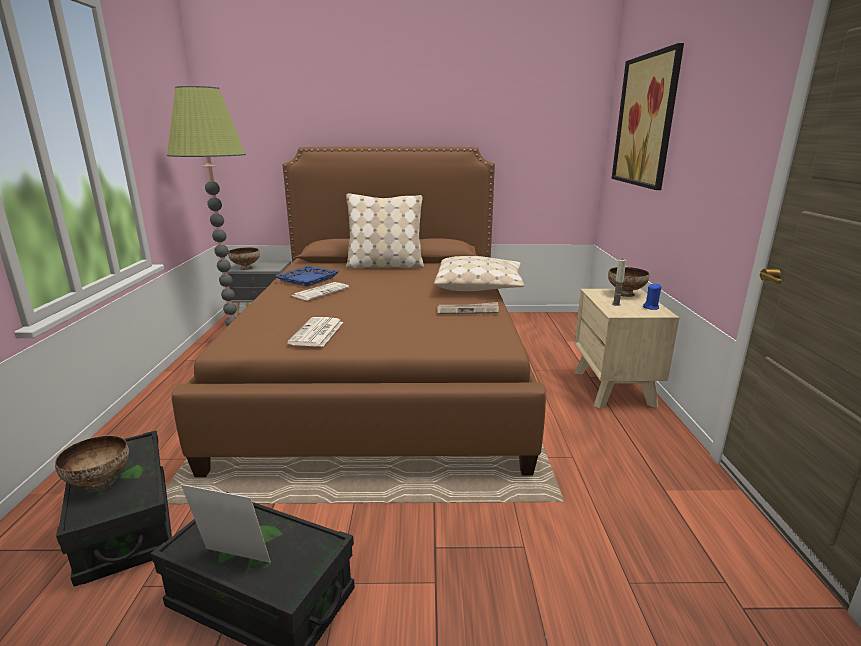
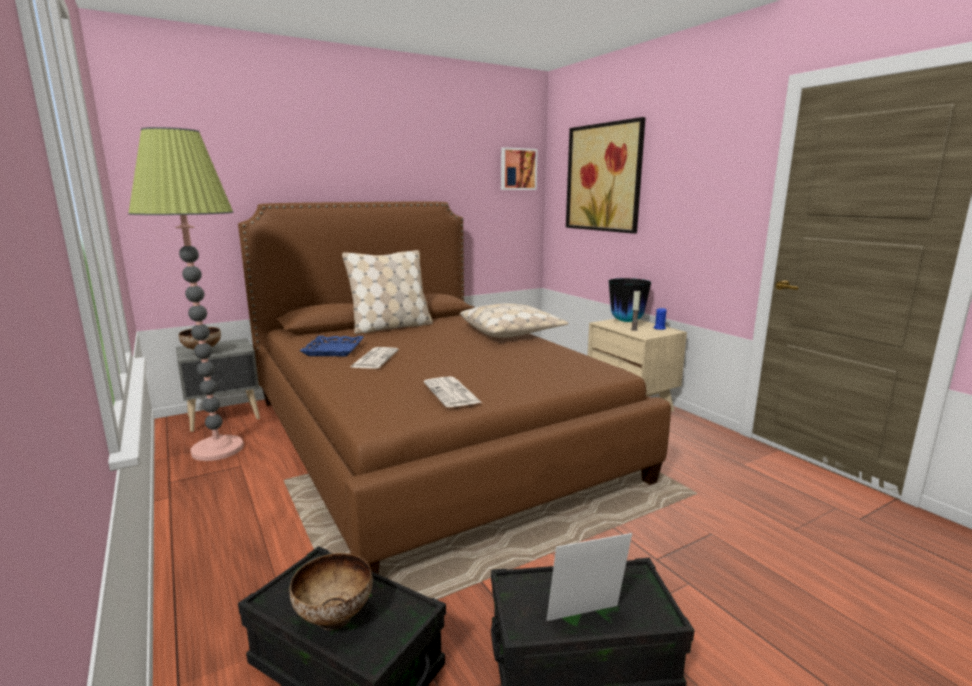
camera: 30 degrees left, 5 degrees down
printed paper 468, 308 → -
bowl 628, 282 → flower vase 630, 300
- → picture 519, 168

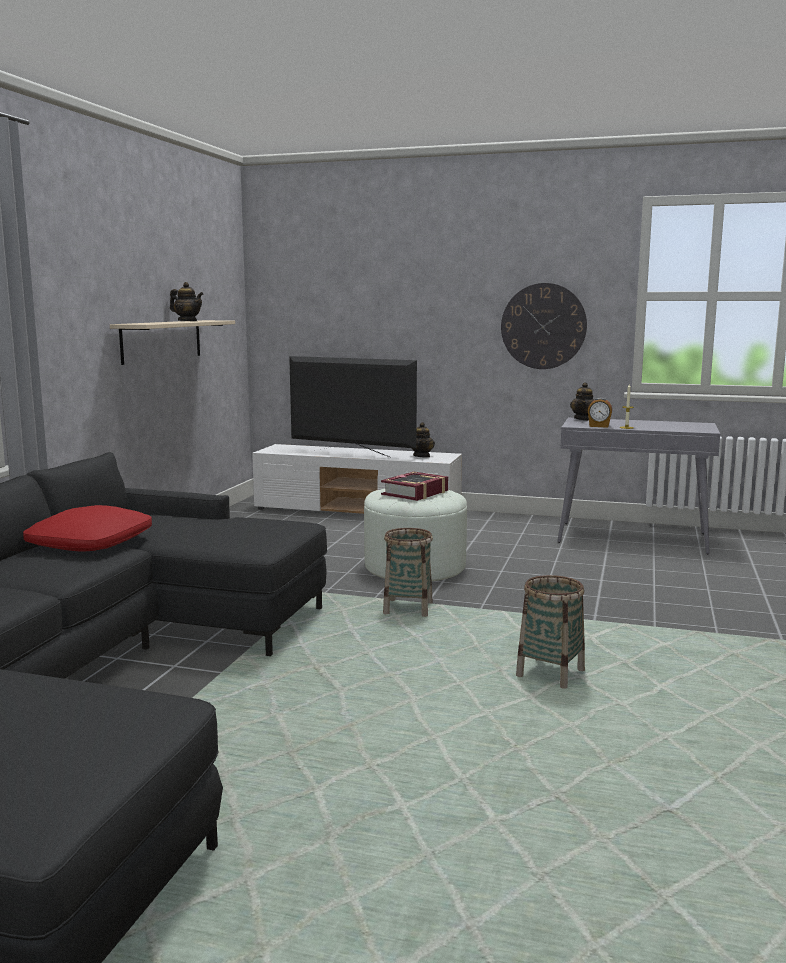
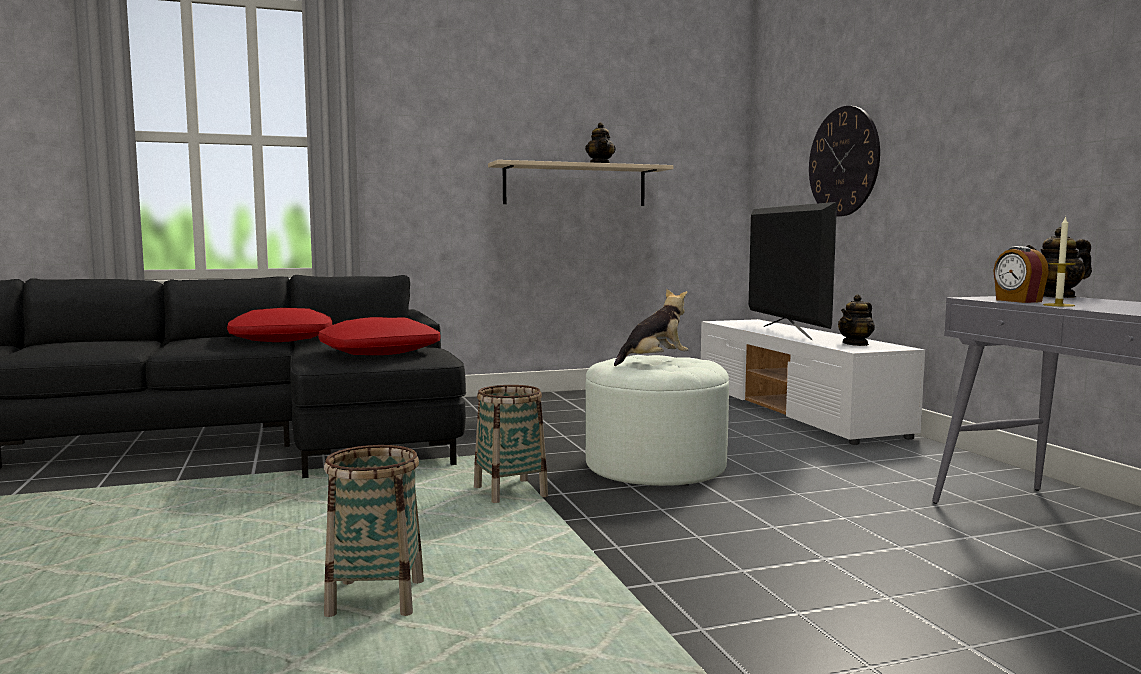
camera: 55 degrees right, 5 degrees down
bound book 414, 486 → plush toy 651, 327
hanging clock 544, 326 → hanging clock 844, 161, move
- → red cushion 379, 336

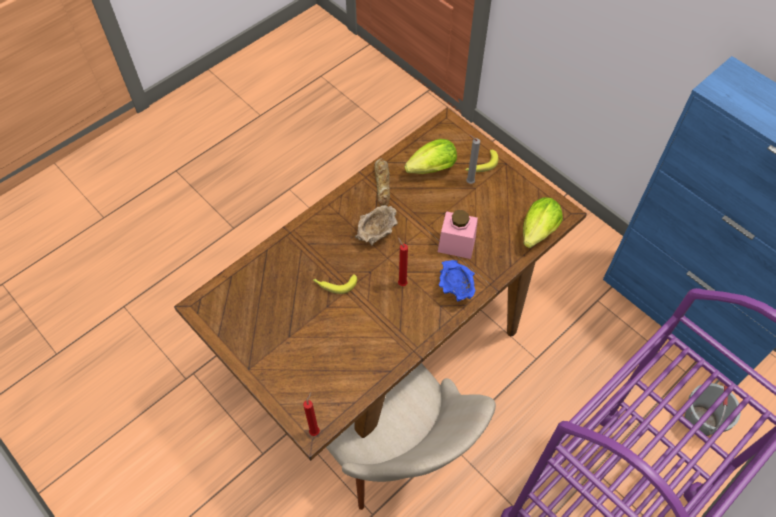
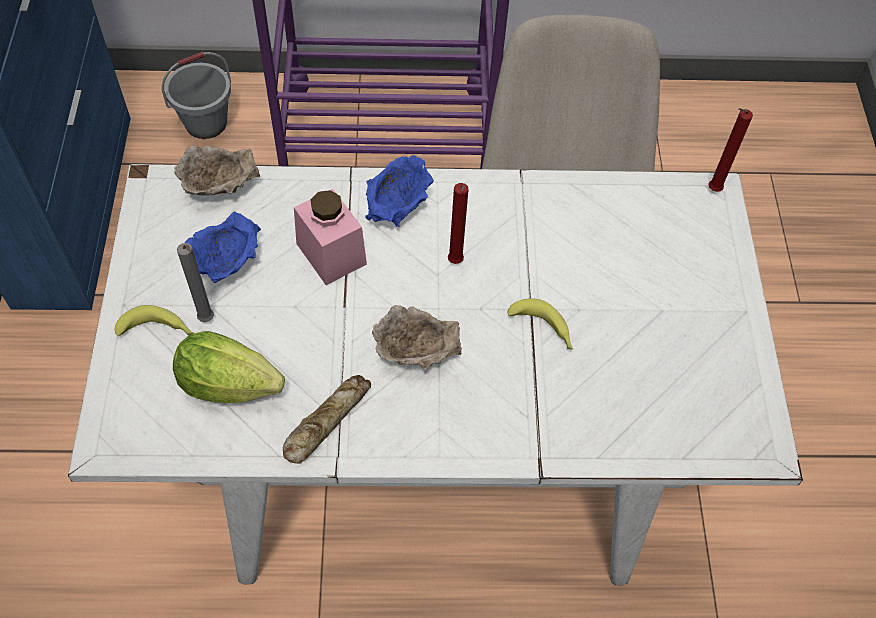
camera: 140 degrees left, 0 degrees up
brown dining table 380, 284 → white dining table 435, 375
lettuce head 543, 222 → beige bowl 217, 170
- → bluish bowl 223, 247

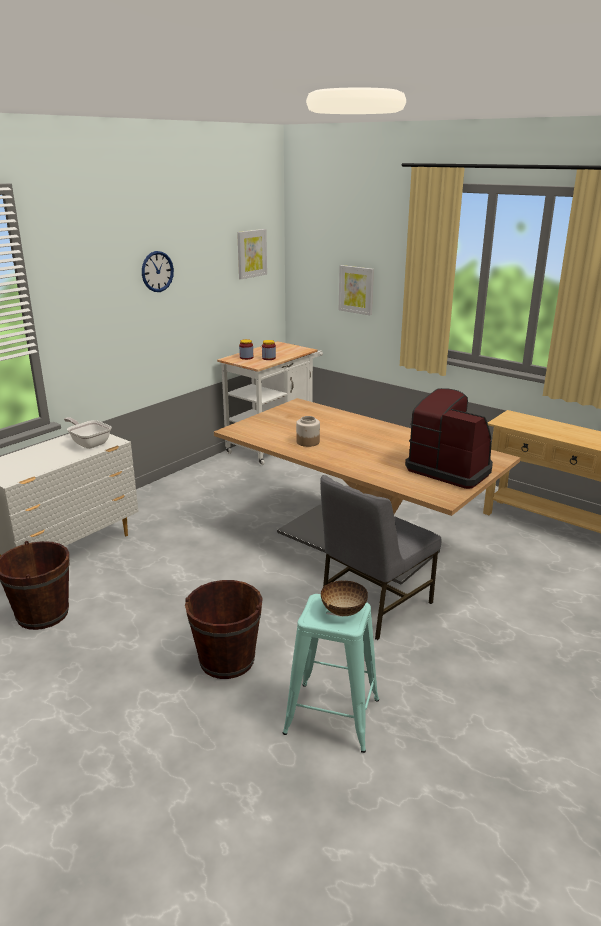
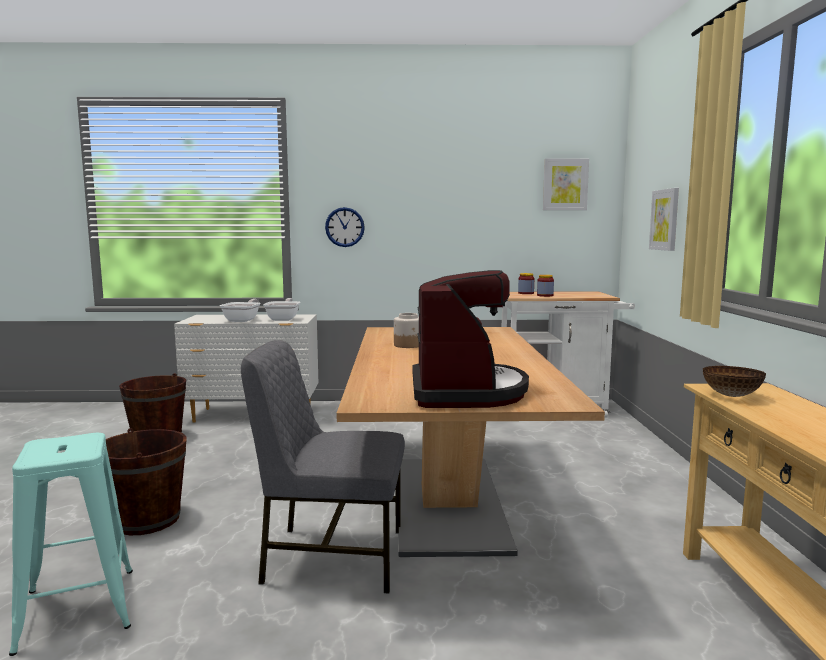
camera: 50 degrees right, 15 degrees down
hanging clock 158, 271 → hanging clock 345, 227, move
bowl 344, 598 → bowl 734, 381, move
- → skillet 240, 310

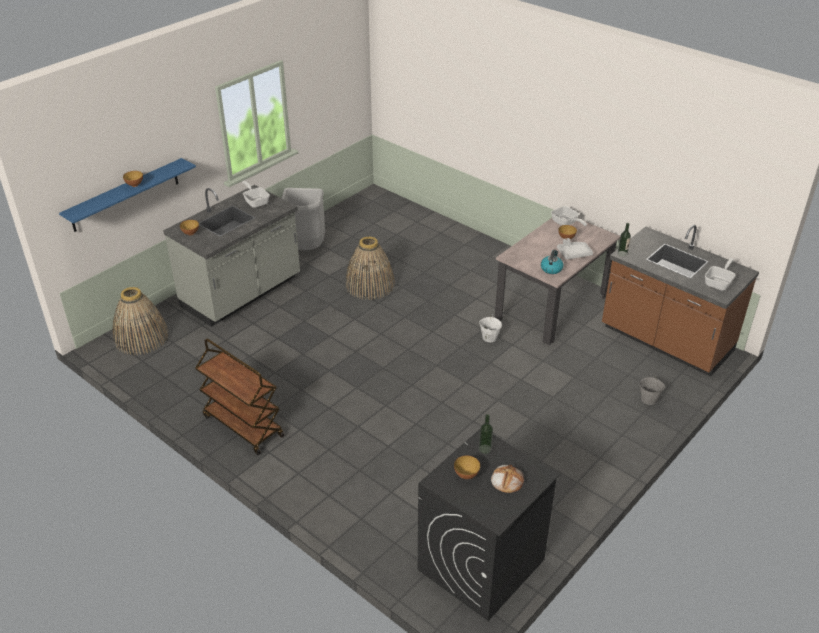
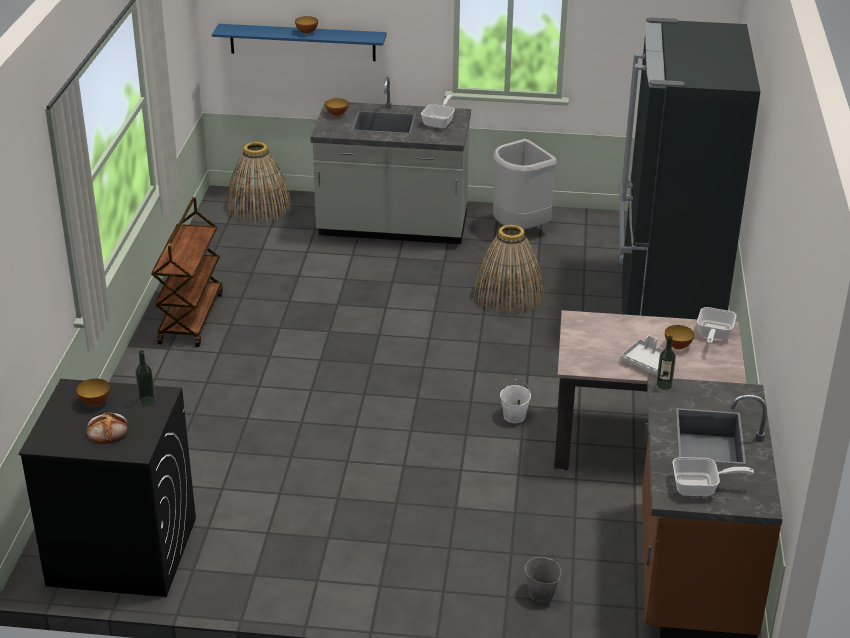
camera: 55 degrees right, 5 degrees down
tea kettle 552, 262 → -
- → black-coloured refrigerator 689, 168

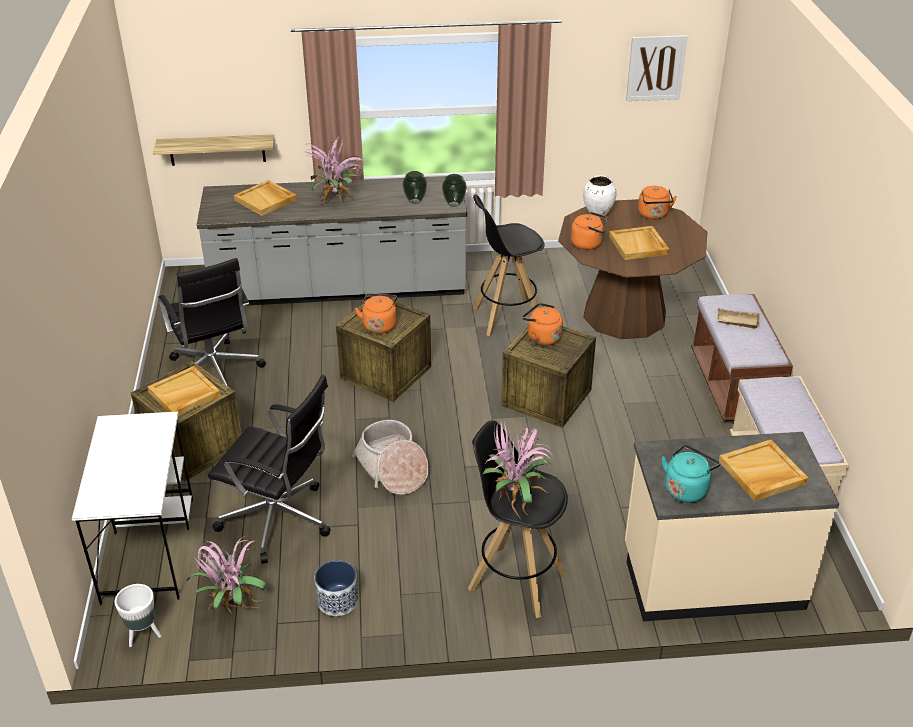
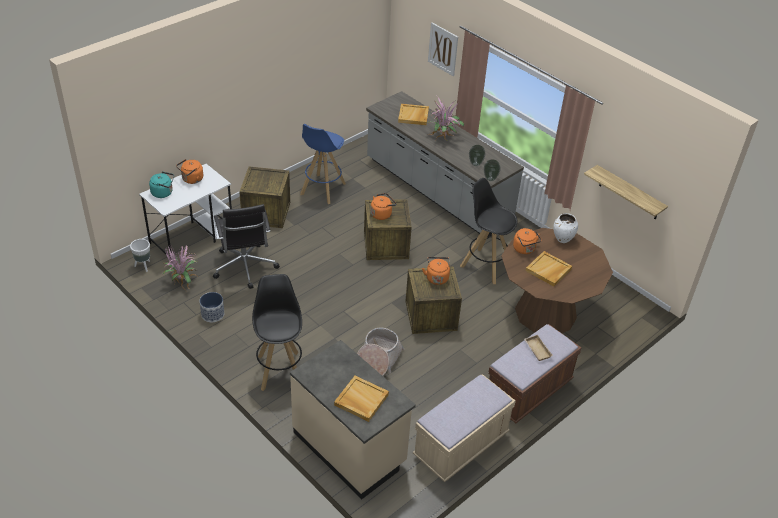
camera: 50 degrees right, 5 degrees up
beige tray 184, 391 → -
bracket shelf 213, 150 → bracket shelf 626, 192, move
black-coloured desk chair 212, 322 → bluish stool 323, 164
basket 390, 457 → basket 380, 352, move
plant in a pot 518, 471 → -
picture 657, 68 → picture 443, 49, move
orange tea kettle 657, 202 → orange tea kettle 189, 171, move
blue-green tea kettle 690, 474 → blue-green tea kettle 161, 184, move

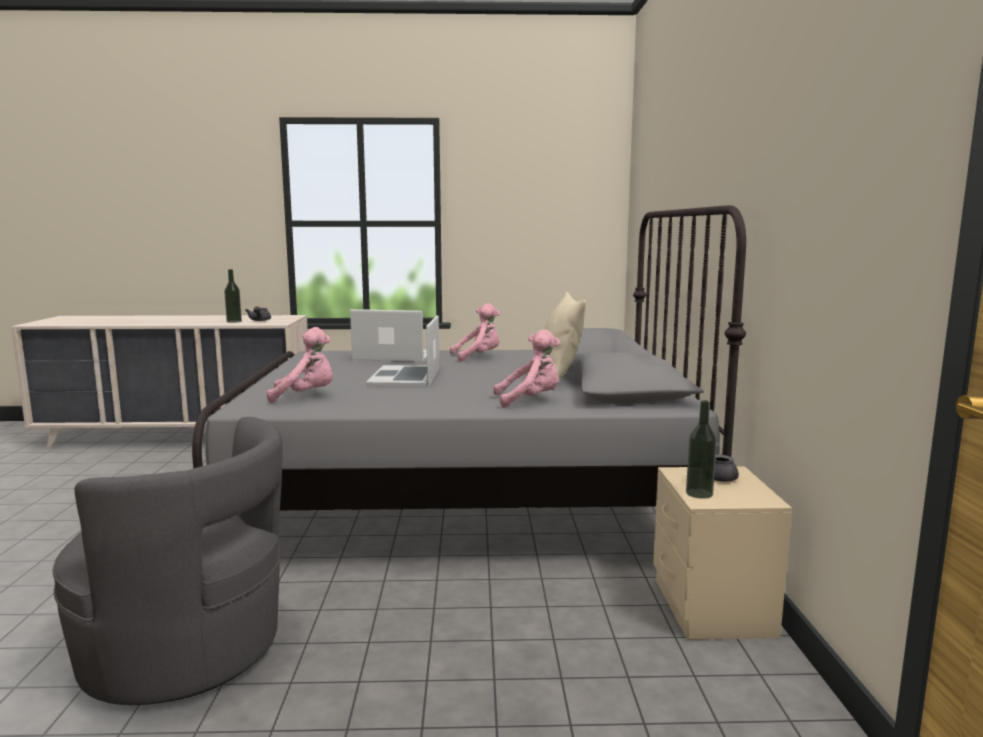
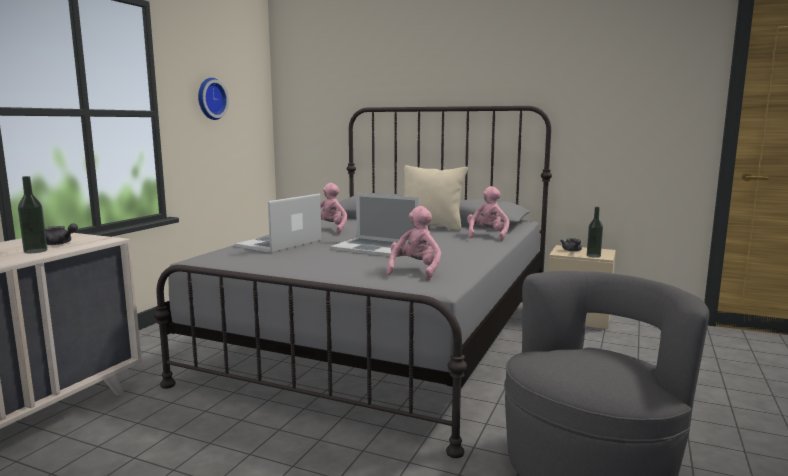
camera: 65 degrees left, 0 degrees up
- → hanging clock 213, 99

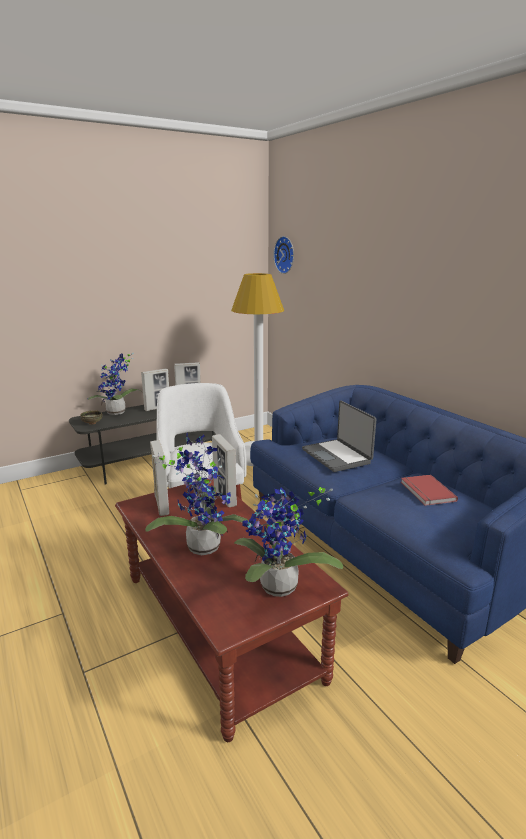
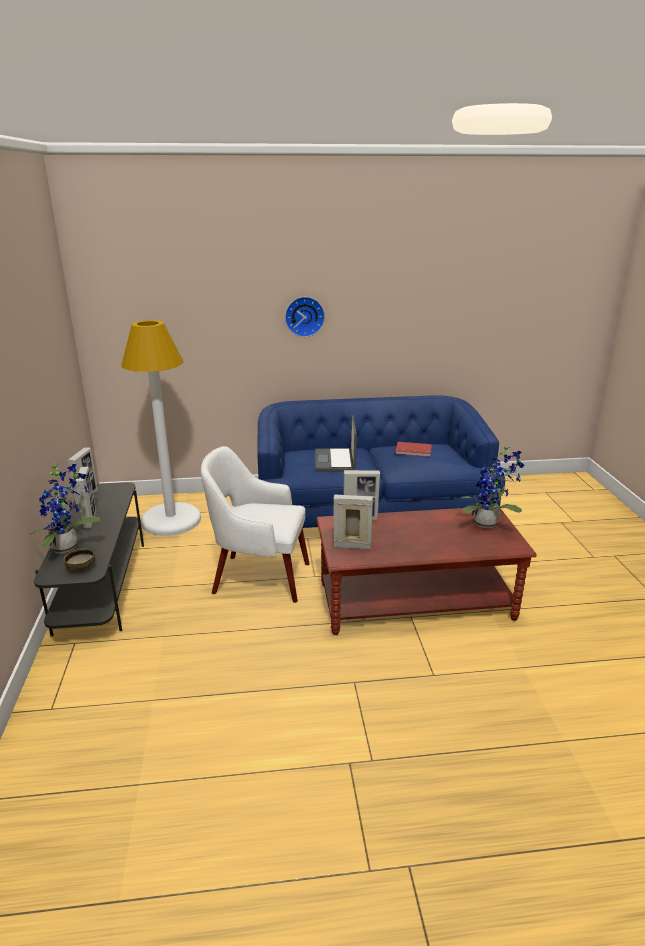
camera: 65 degrees left, 5 degrees up
plant in a pot 197, 494 → -
hanging clock 284, 255 → hanging clock 305, 317, move
laptop 339, 436 → laptop 336, 443, 90 degrees clockwise

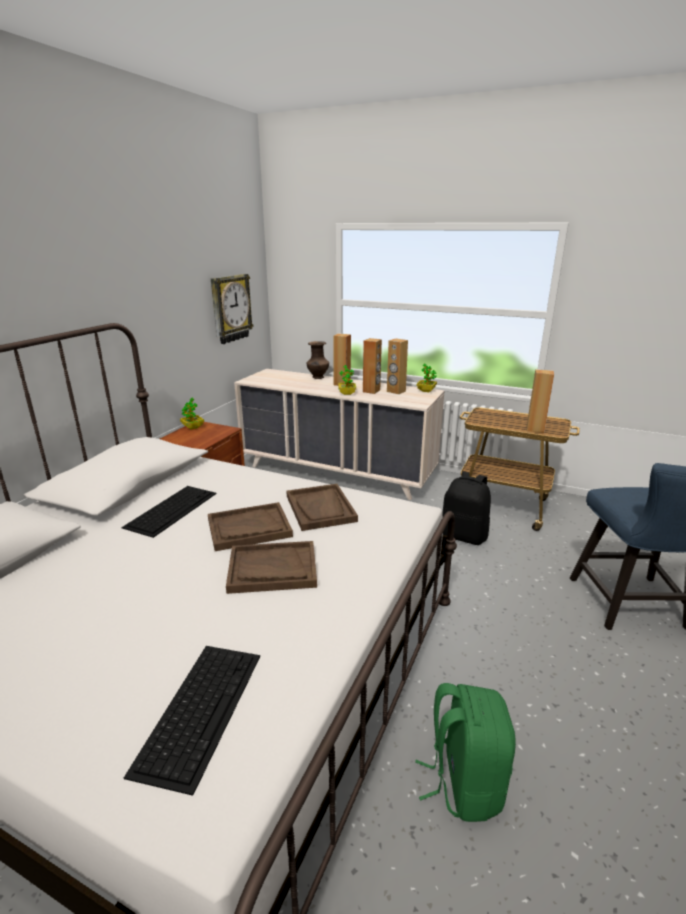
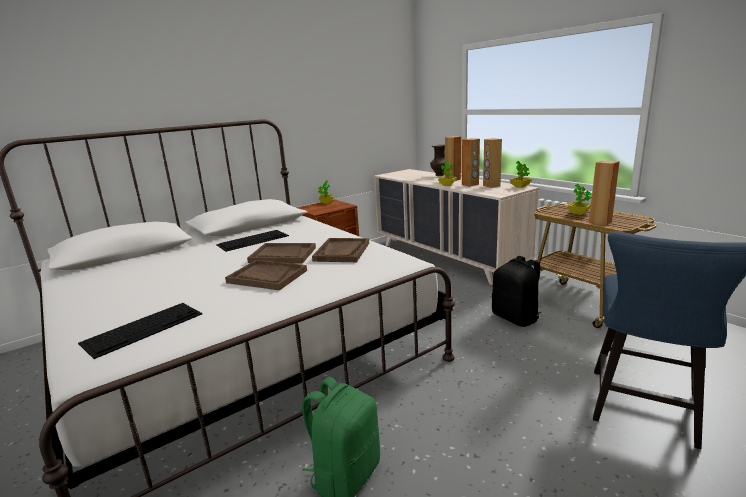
camera: 30 degrees right, 5 degrees down
hanging clock 232, 309 → -
- → plant in a pot 579, 199

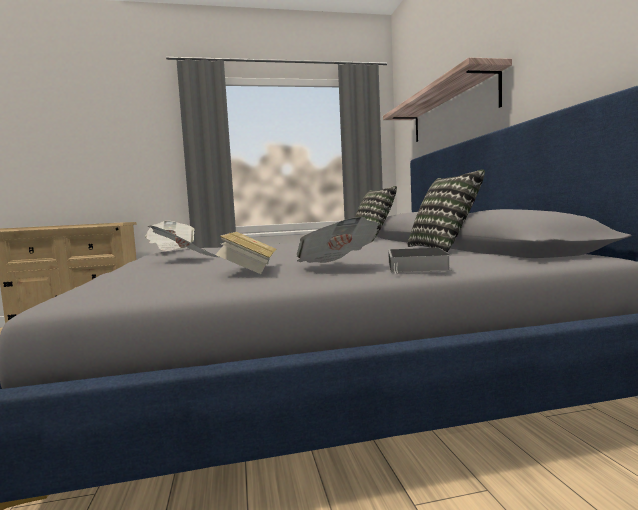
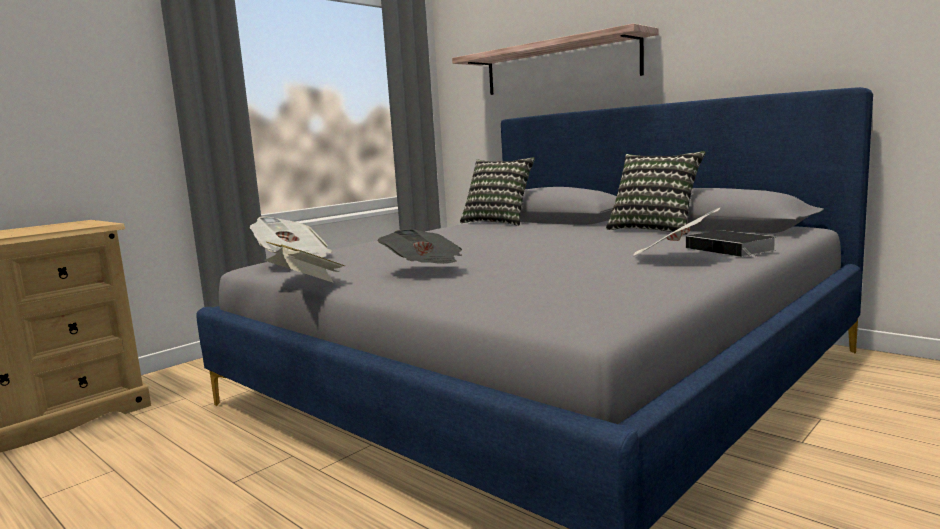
camera: 35 degrees left, 5 degrees up
bound book 245, 253 → bound book 304, 262, move

